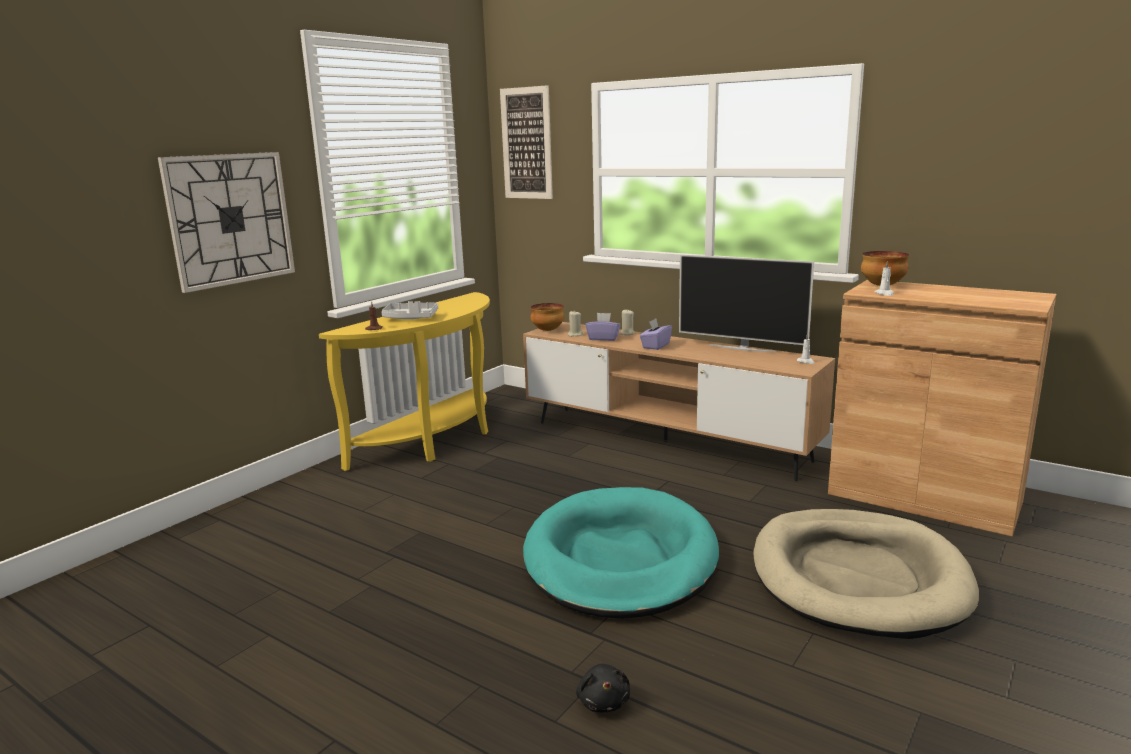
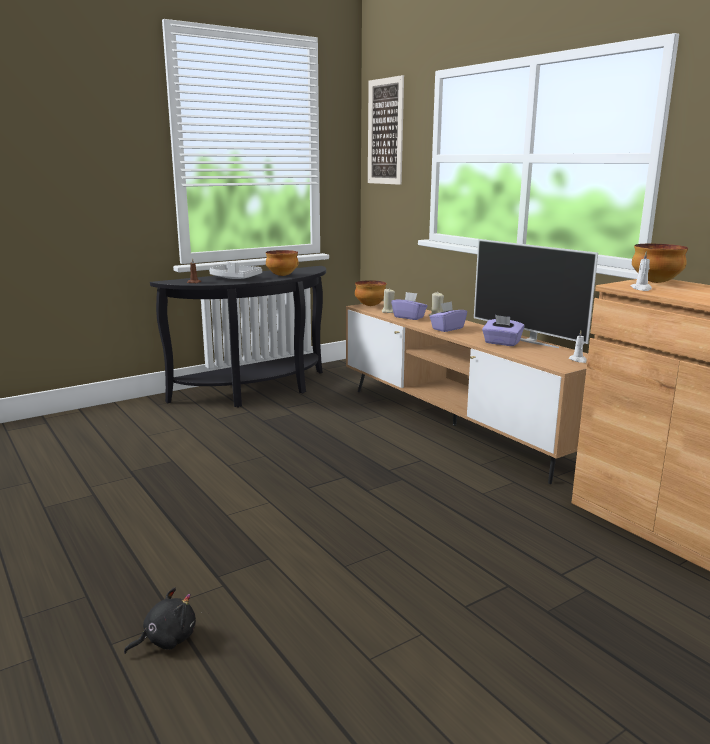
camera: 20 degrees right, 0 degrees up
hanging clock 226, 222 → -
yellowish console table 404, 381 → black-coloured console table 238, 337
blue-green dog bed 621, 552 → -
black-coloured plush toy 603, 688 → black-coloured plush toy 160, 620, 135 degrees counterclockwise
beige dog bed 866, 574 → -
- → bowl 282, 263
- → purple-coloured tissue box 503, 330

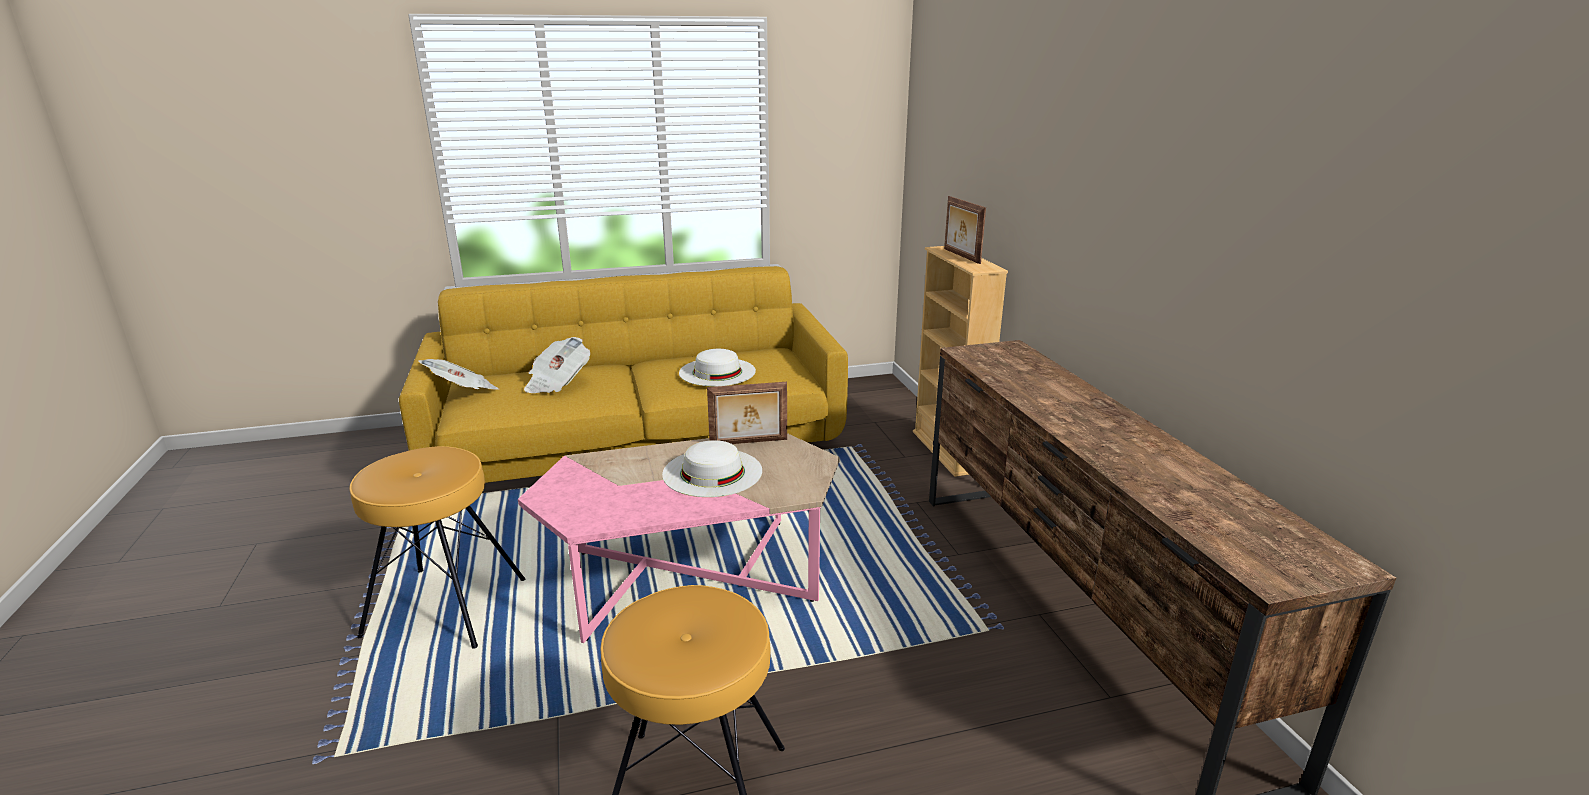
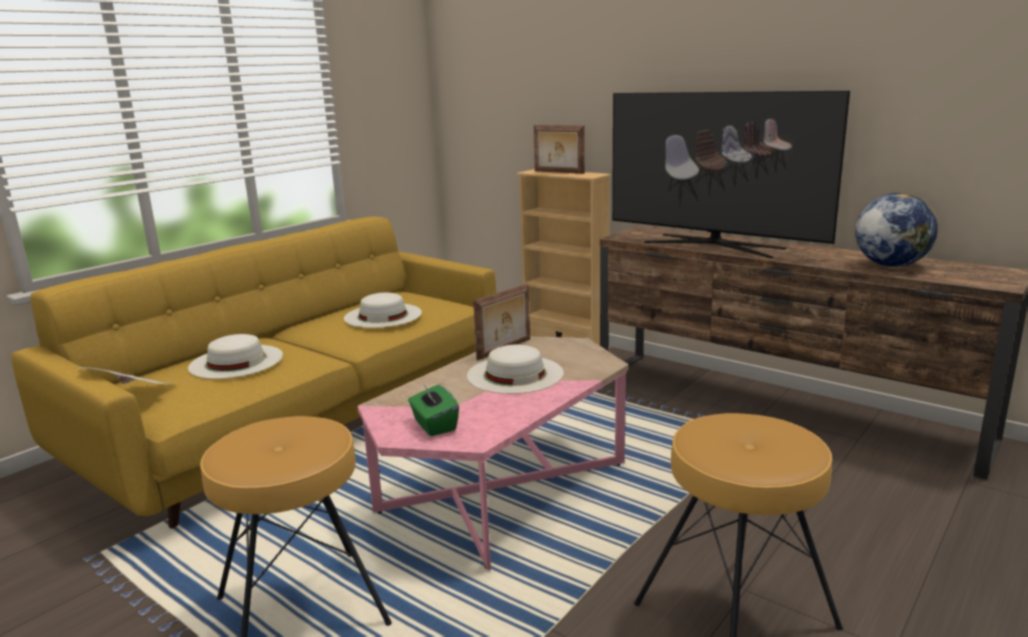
camera: 35 degrees left, 5 degrees down
printed paper 557, 365 → white hat 235, 356
- → green tissue box 433, 410
- → TV set 731, 174
- → desk globe 896, 230

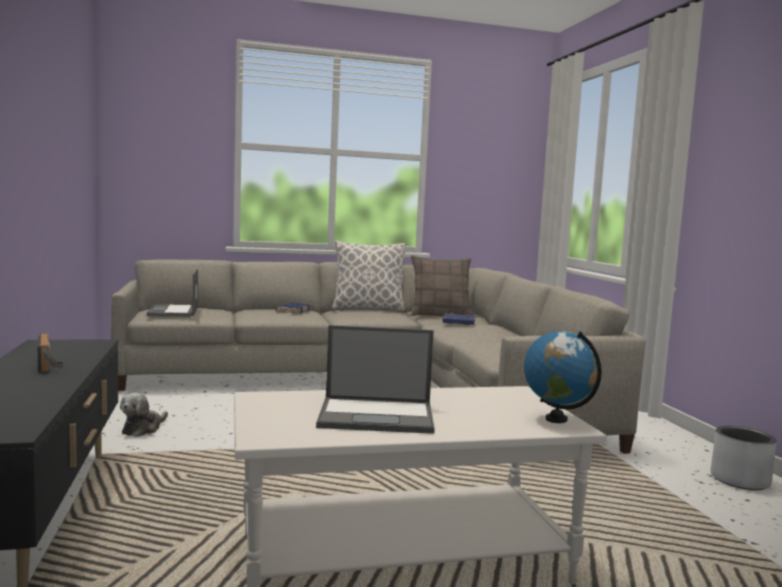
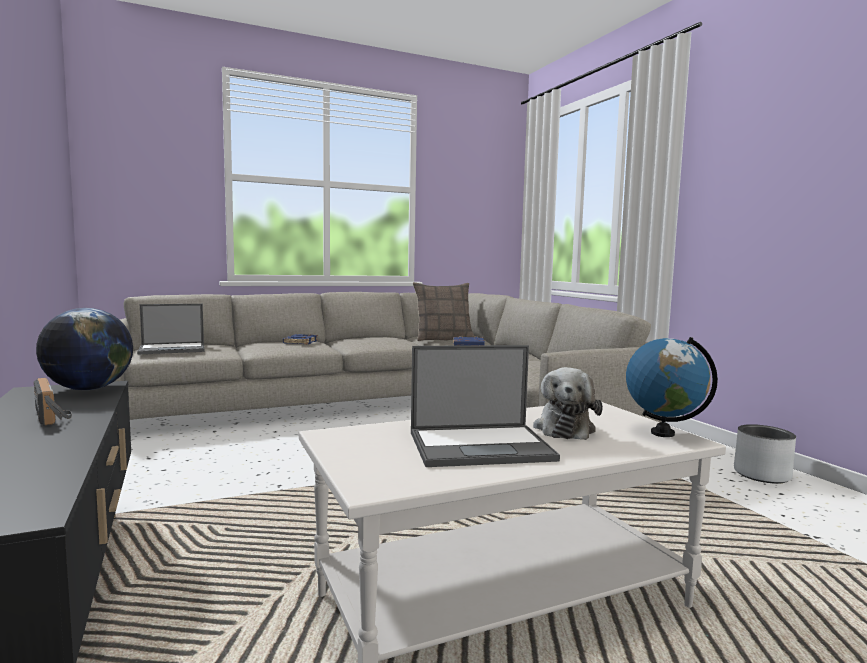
camera: 10 degrees left, 0 degrees up
plush toy 144, 415 → plush toy 568, 403, move
laptop 172, 292 → laptop 171, 329, 90 degrees counterclockwise
cushion 368, 275 → -
- → desk globe 84, 349

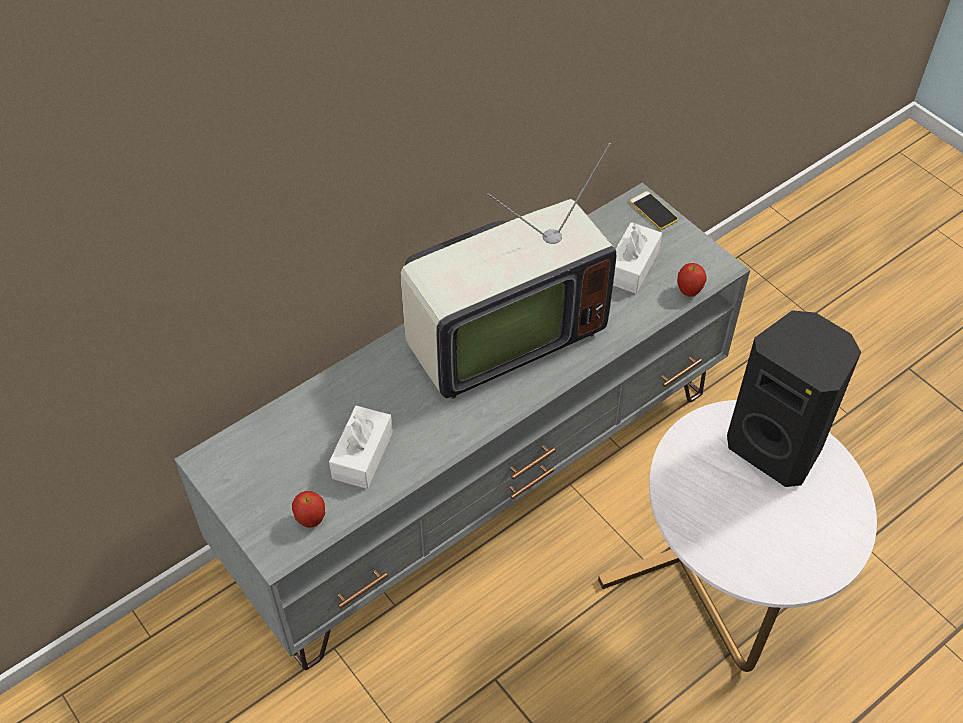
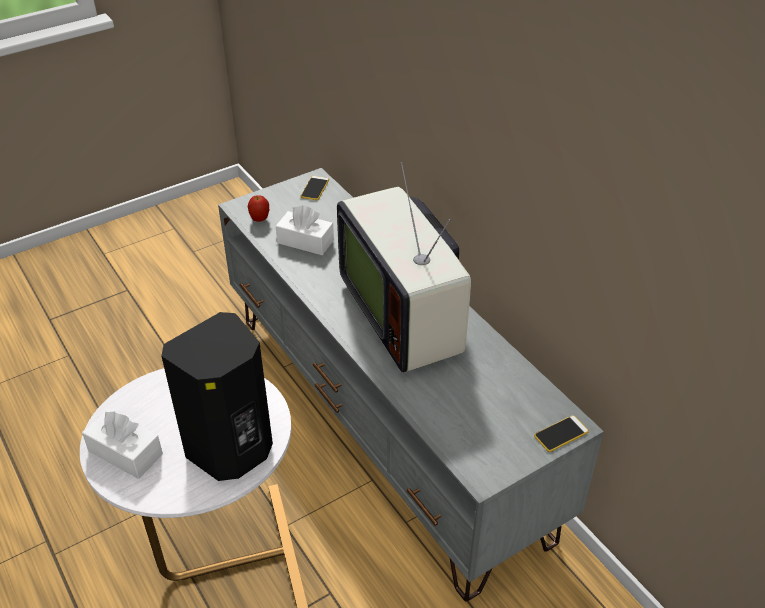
camera: 95 degrees right, 10 degrees down
white tissue box 637, 257 → white tissue box 122, 444, move
whole apple 692, 280 → -
- → telephone 314, 188

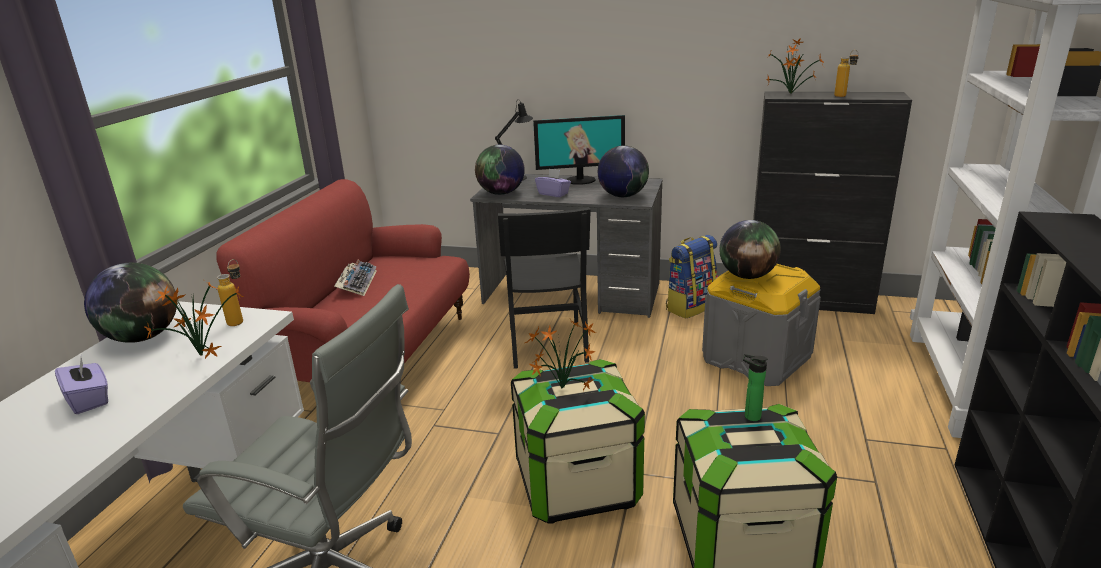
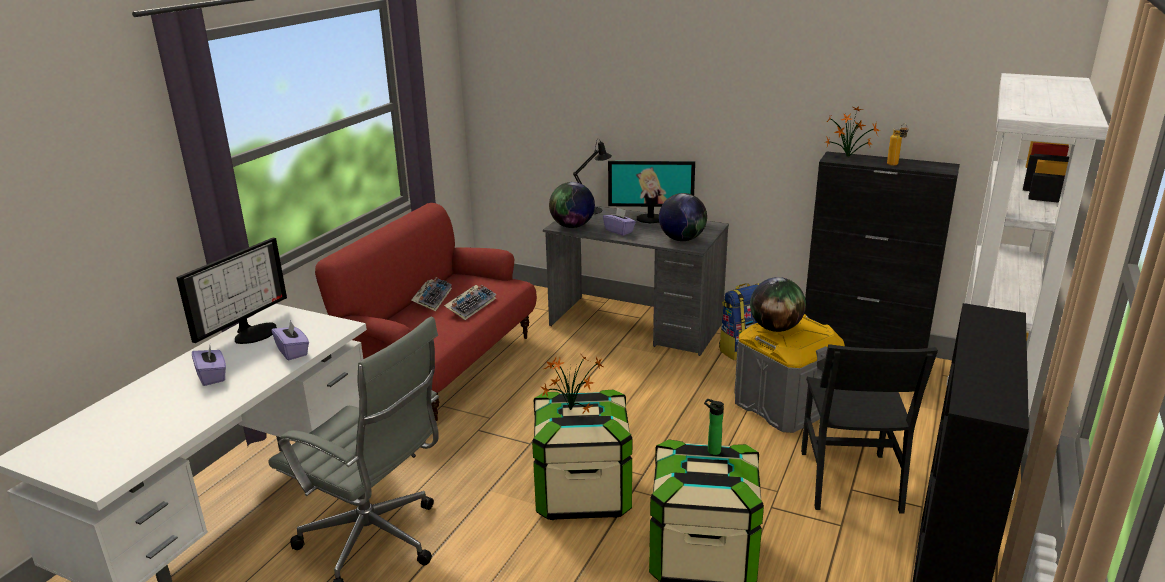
camera: 10 degrees right, 0 degrees up
desk globe 130, 303 → monitor 231, 290
plant in a pot 194, 320 → purple-coloured tissue box 290, 340
drink bottle 230, 292 → -
black-coloured chair 544, 288 → black-coloured chair 869, 429, move
- → PC keyboard 470, 302

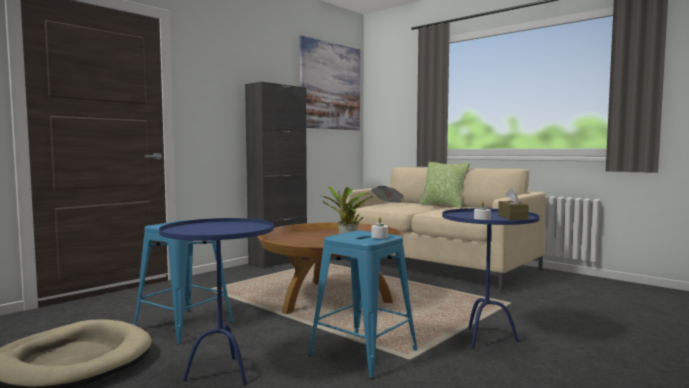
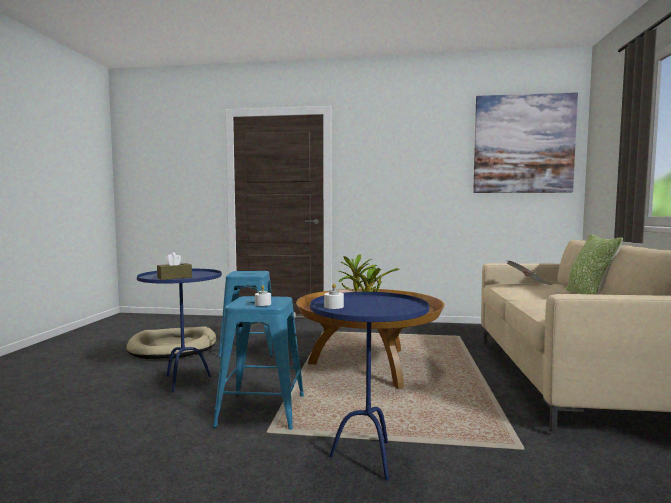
camera: 55 degrees right, 0 degrees up
black-coloured cupboard 276, 175 → -
brown tissue box 513, 204 → brown tissue box 174, 266, move

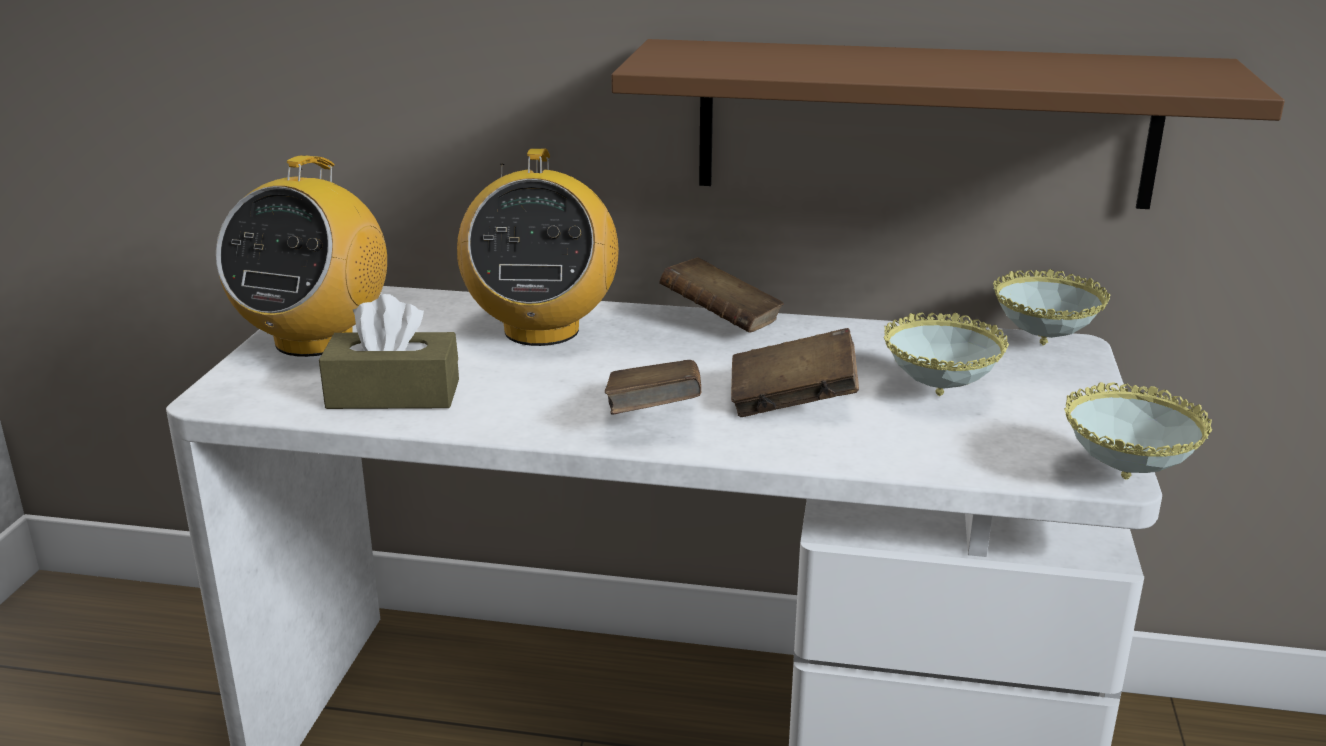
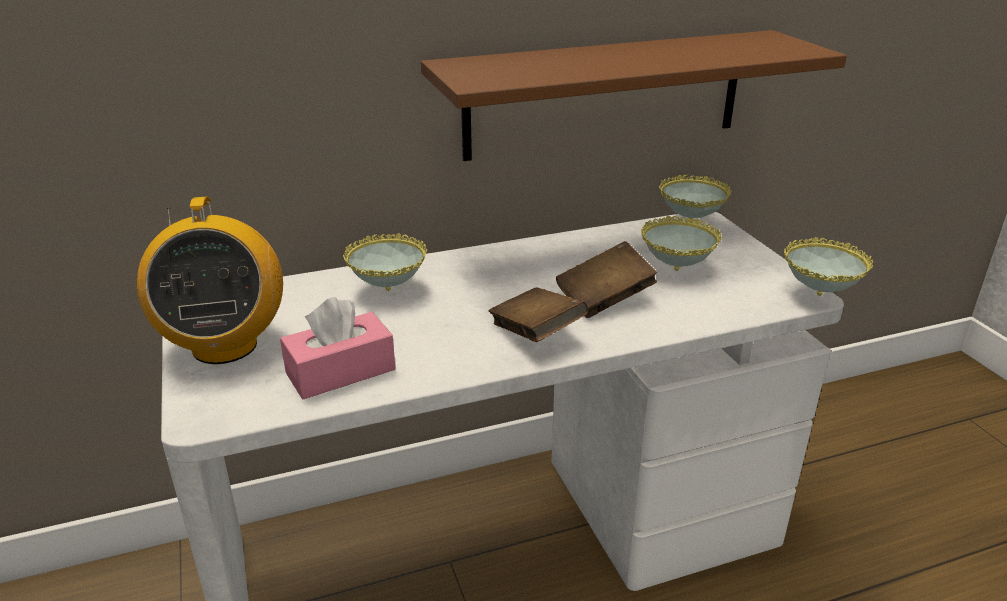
camera: 30 degrees left, 5 degrees up
brown tissue box 389, 351 → pink-coloured tissue box 338, 348
radio receiver 538, 247 → bowl 385, 262
brown bound book 721, 294 → -

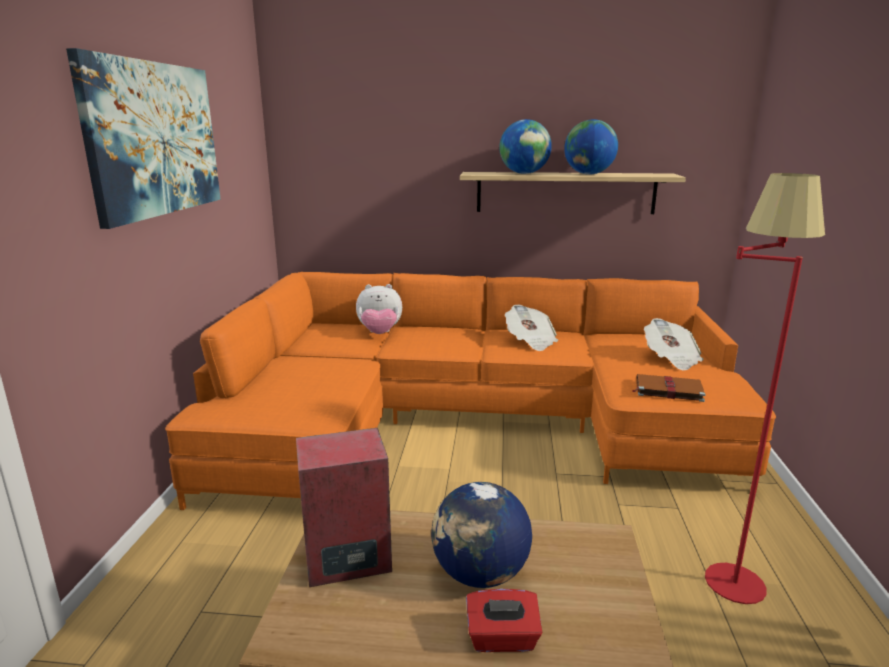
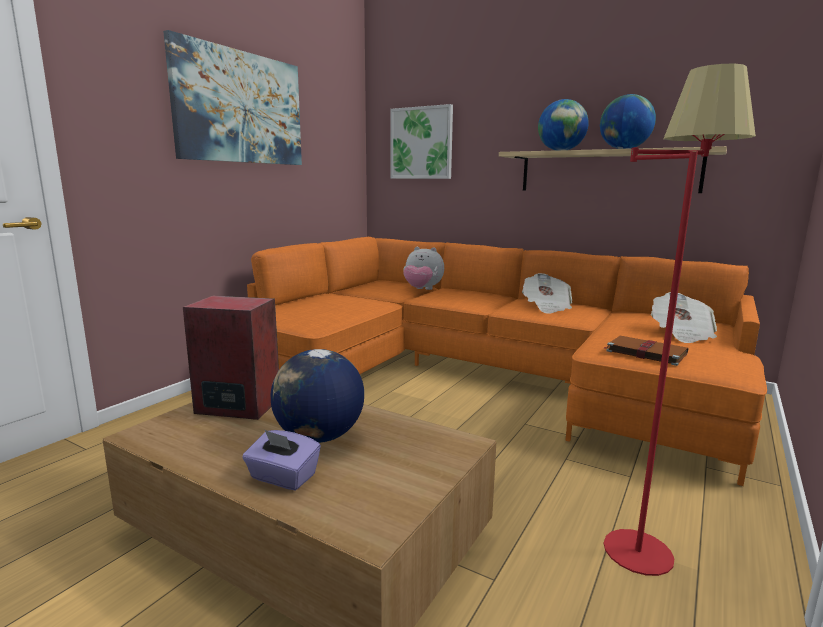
camera: 25 degrees right, 5 degrees down
red tissue box 504, 620 → purple-coloured tissue box 281, 460
- → picture 421, 141

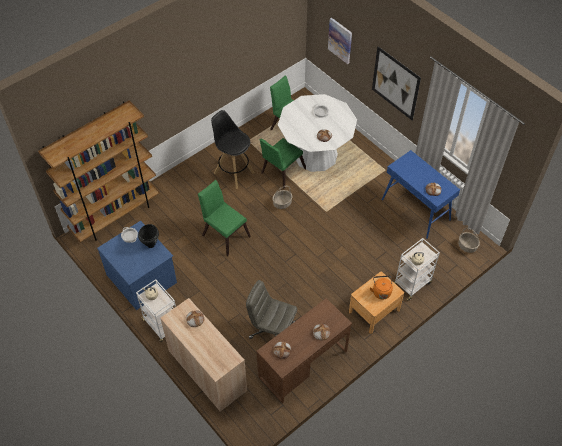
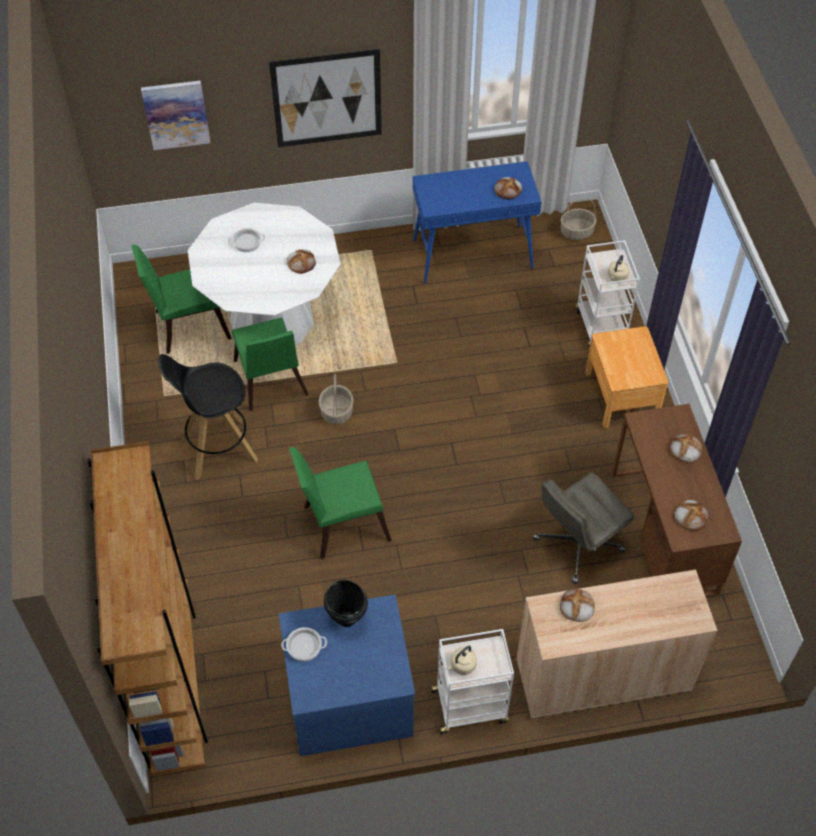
camera: 60 degrees left, 0 degrees up
orange tea kettle 381, 287 → -

